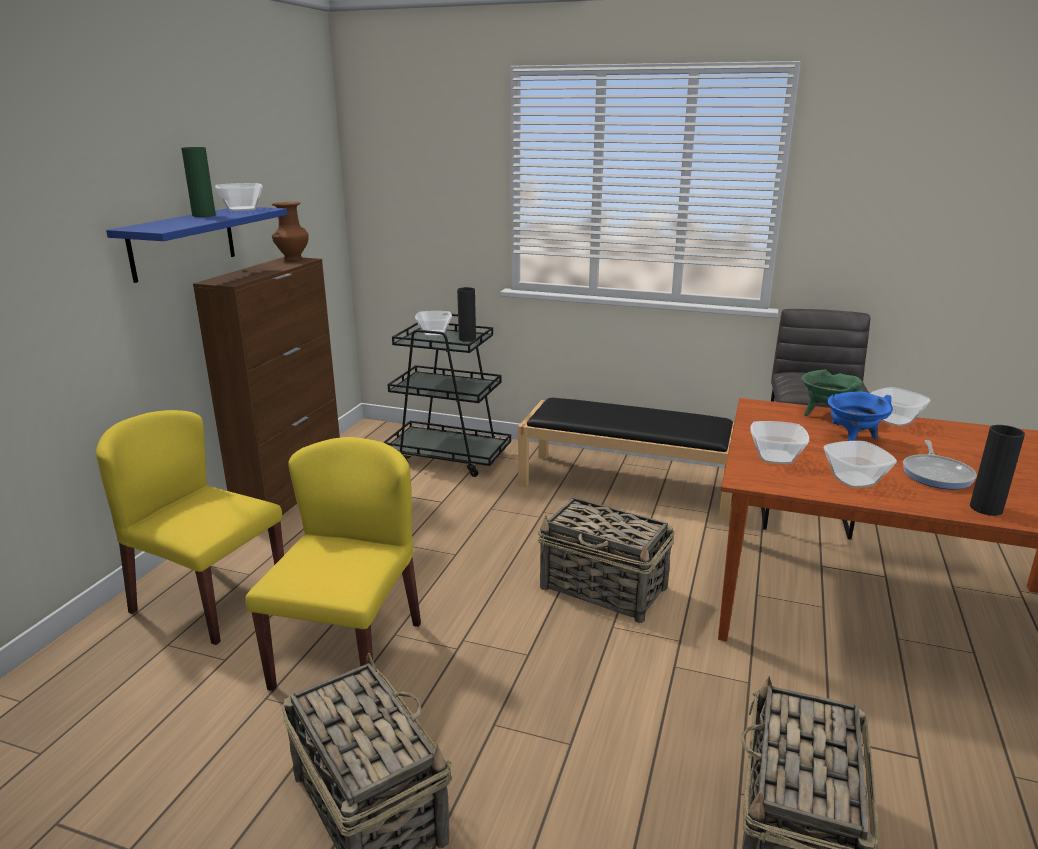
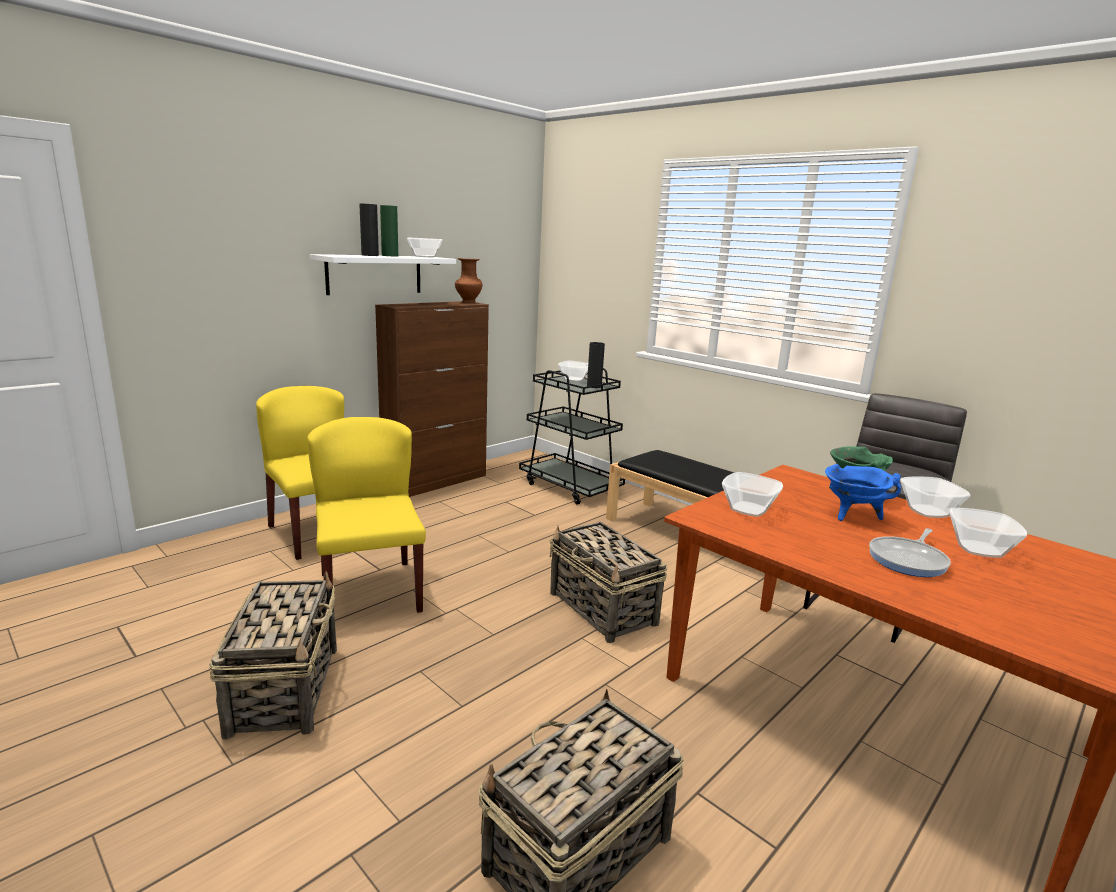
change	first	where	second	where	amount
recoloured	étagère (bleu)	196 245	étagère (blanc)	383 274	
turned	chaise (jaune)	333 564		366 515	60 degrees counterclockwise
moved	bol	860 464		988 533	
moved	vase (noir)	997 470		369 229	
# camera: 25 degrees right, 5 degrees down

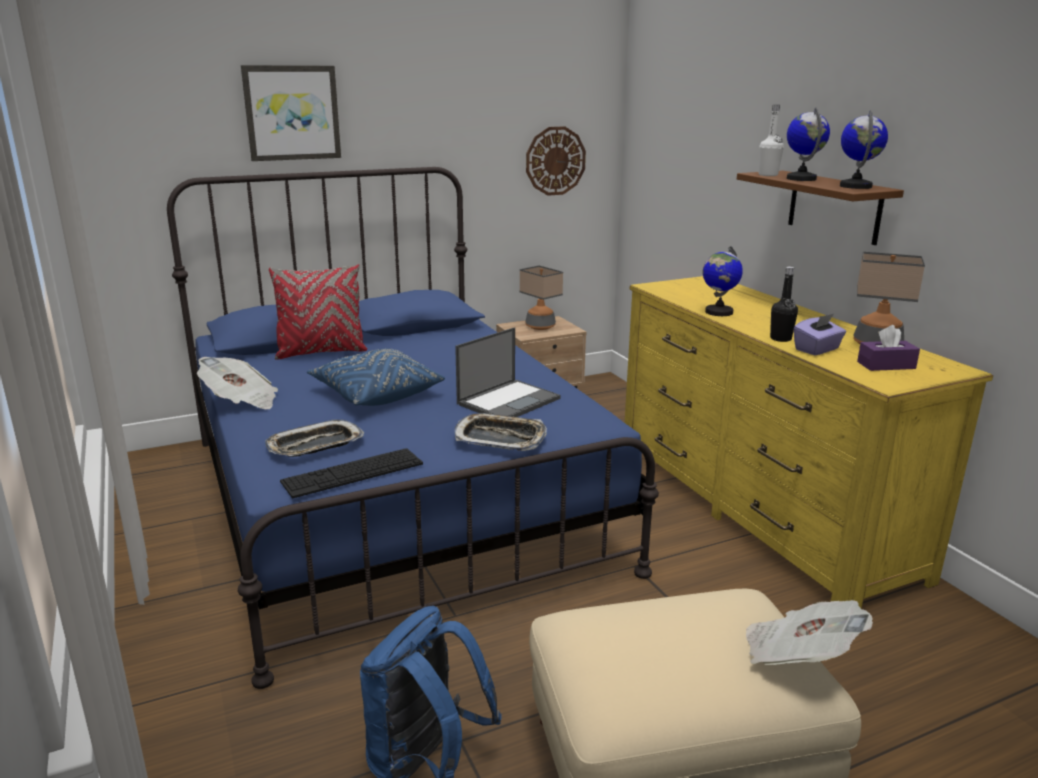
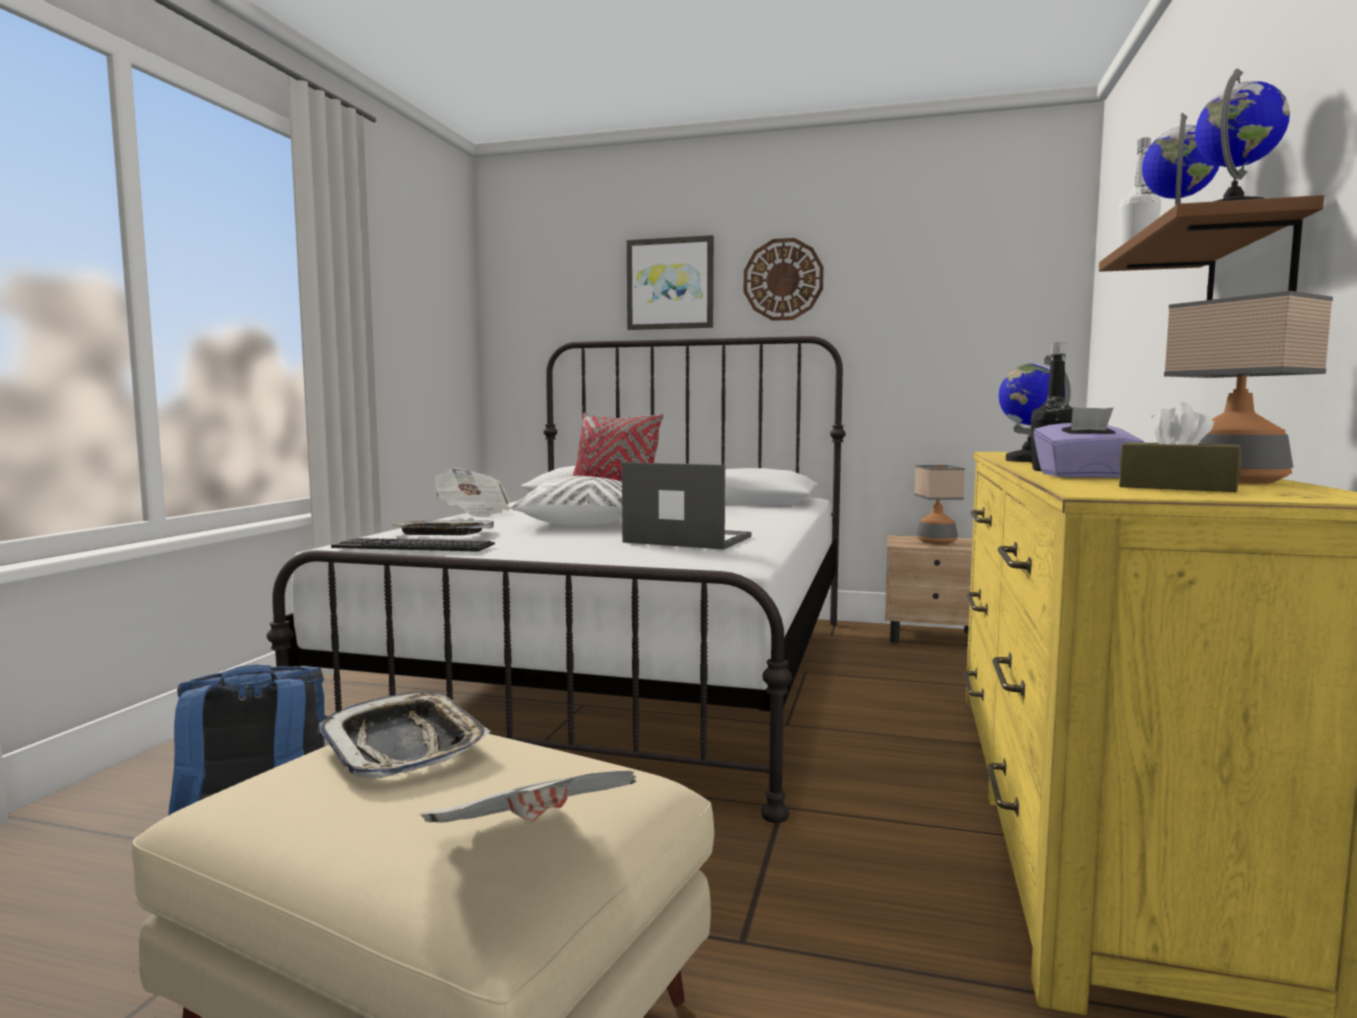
change	first	where	second	where	amount
recoloured	lit (bleu)	413 428	lit (blanc)	556 579	
recoloured	coussin (bleu)	376 377	coussin (blanc)	566 501	
moved	plateau	500 432		405 735	
turned	ordinateur portable	507 372		687 505	150 degrees counterclockwise
moved	horloge murale	556 161		784 279	
recoloured	boîte à mouchoirs (violet)	888 348	boîte à mouchoirs (marron)	1180 447	
# camera: 40 degrees right, 15 degrees down

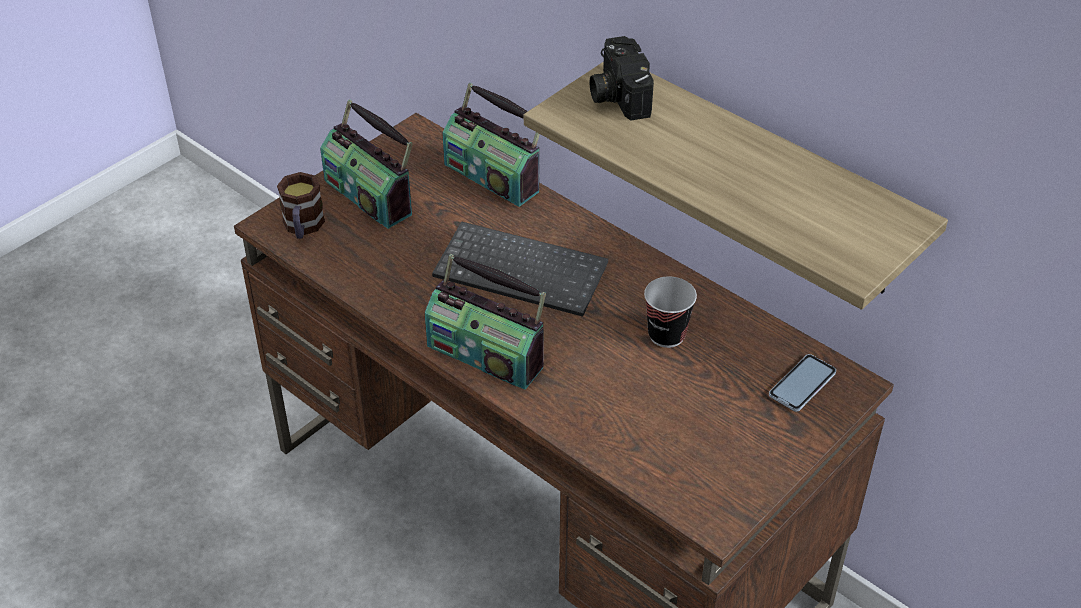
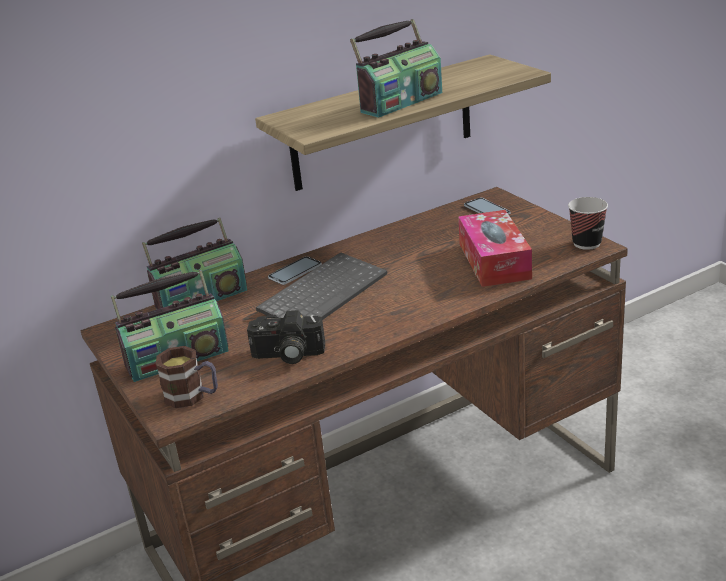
change	first	where	second	where	amount
moved	radio	485 322		396 68	
moved	appareil photo	622 78		286 337	
moved	tasse	670 312		588 223	
added			téléphone	295 270	
added			boîte à mouchoirs	495 248	
# camera: 70 degrees left, 15 degrees down

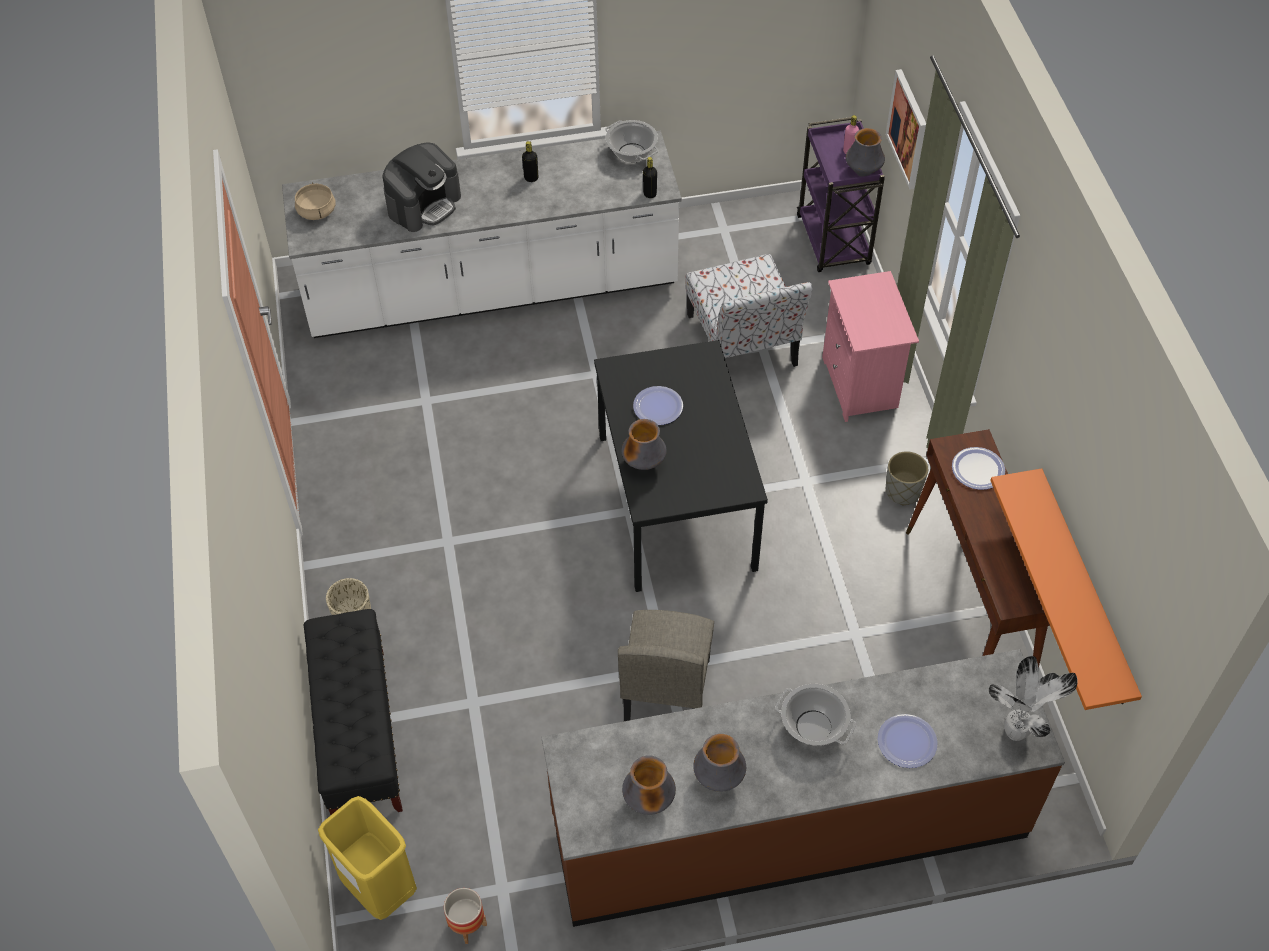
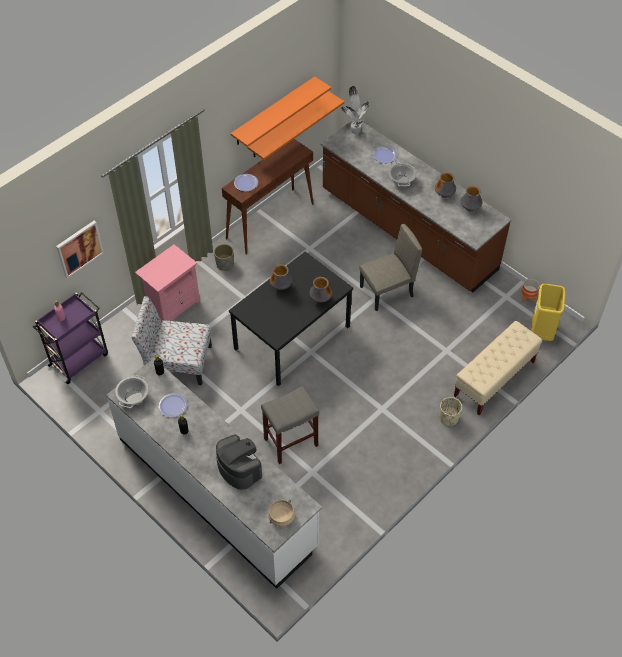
change	first	where	second	where	amount
recoloured	banc (noir)	353 712	banc (beige)	498 368	
turned	machine à café	421 187		239 462	45 degrees clockwise
moved	assiette	658 405		173 405	
turned	chaise	749 310		171 340	120 degrees counterclockwise
moved	vase	865 152		281 277	
added			étagère (orange)	281 111	
added			tabouret (gris)	290 425	
# camera: 125 degrees left, 0 degrees up

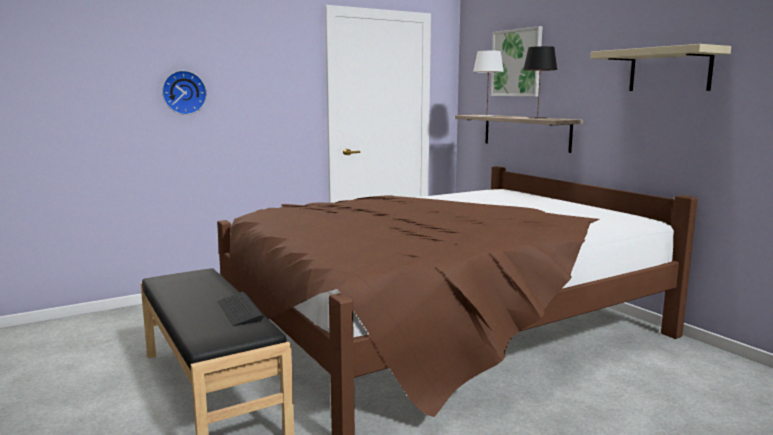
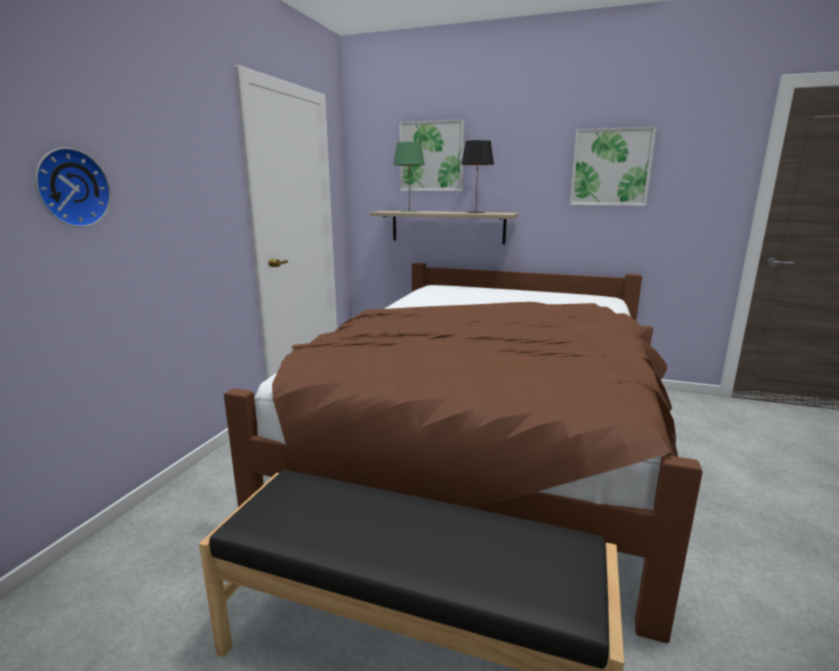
change	first	where	second	where	amount
removed	clavier	240 309			
recoloured	lampe de table (blanc)	488 83	lampe de table (vert)	409 177	
replaced	étagère (beige)	660 67	tableau	613 166	
# camera: 40 degrees left, 5 degrees up

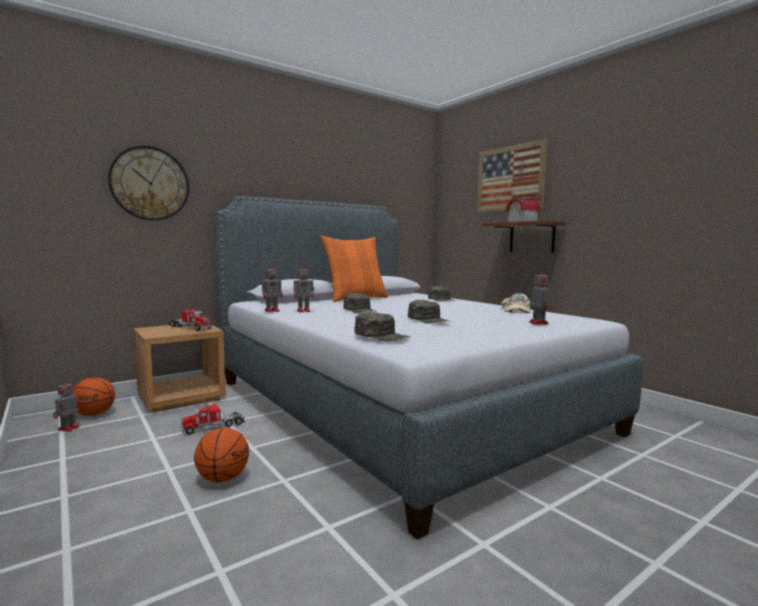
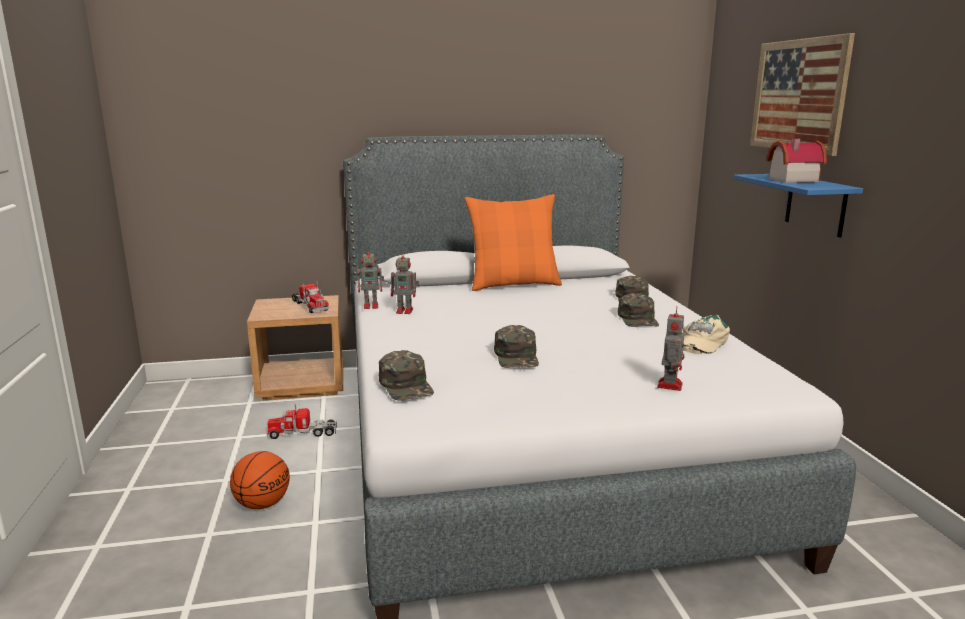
change	first	where	second	where	amount
removed	robot jouet	66 405			
removed	ballon de basket	92 396			
removed	horloge murale	148 183			
moved	casquette (vert)	360 303		638 310	
recoloured	étagère (marron)	524 237	étagère (bleu)	798 205	
# camera: 25 degrees right, 10 degrees up

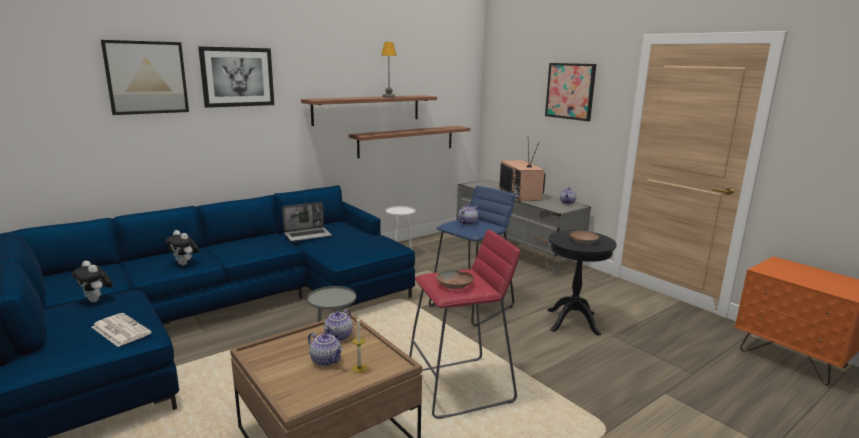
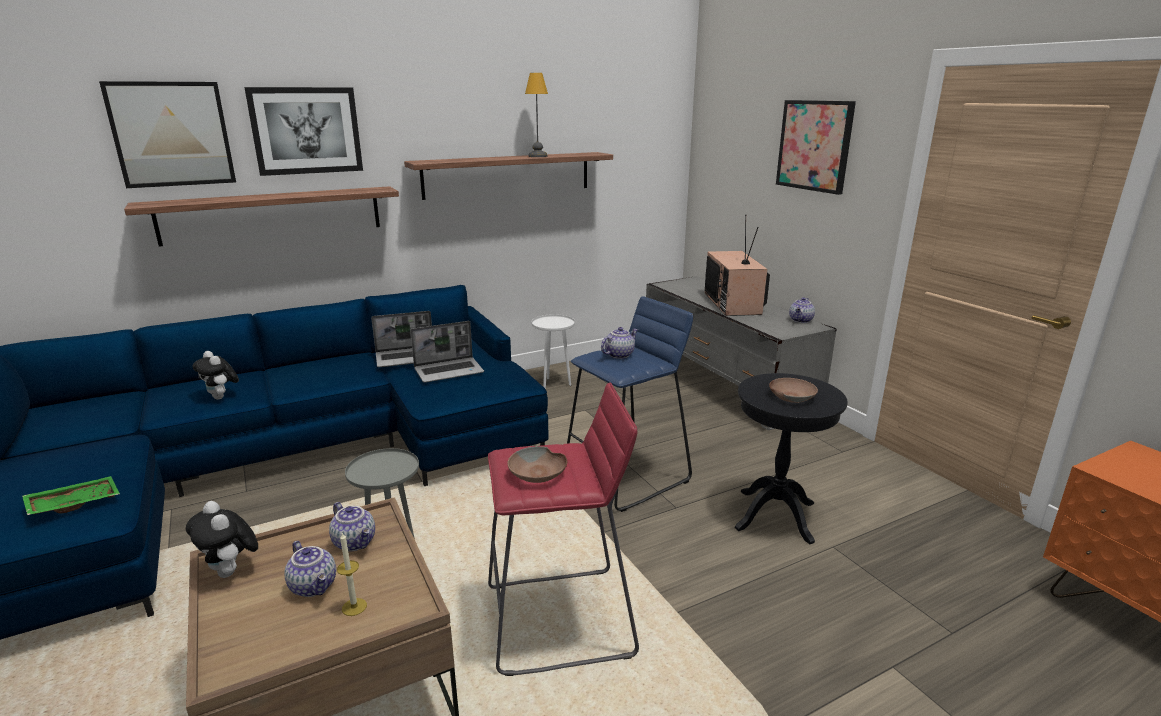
change	first	where	second	where	amount
moved	peluche	92 281		222 539	
replaced	journal	122 330	plateau (vert)	71 495	
turned	théière	338 324		352 526	75 degrees counterclockwise
moved	étagère	409 142		261 216	
added			ordinateur portable	447 352	
# camera: 10 degrees right, 5 degrees up

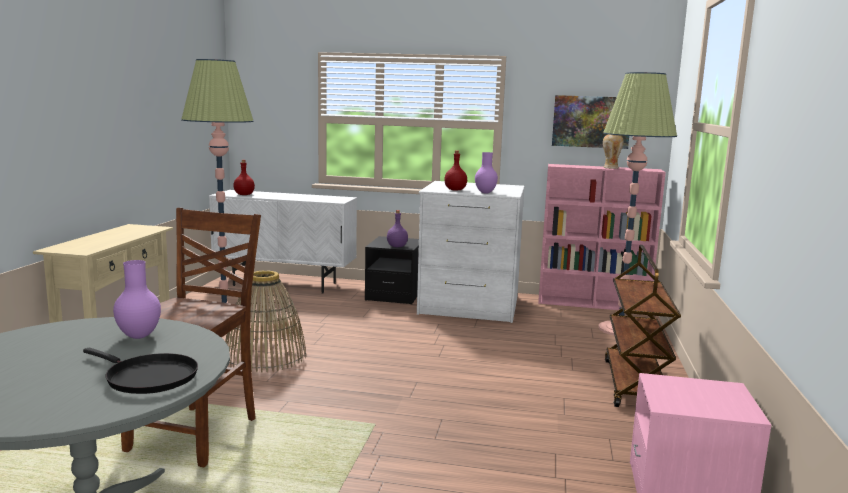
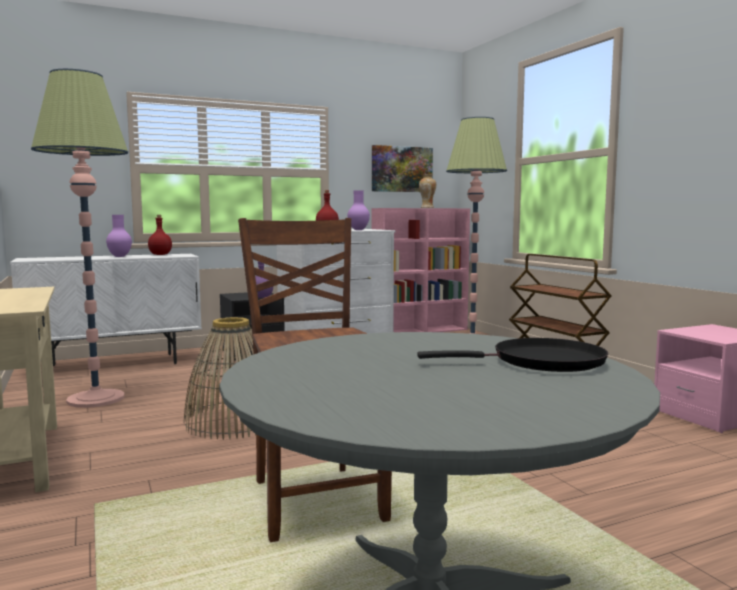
change	first	where	second	where	amount
moved	vase (violet)	137 299		119 236	
moved	bouteille (rouge)	244 177		160 235	
# camera: 35 degrees left, 5 degrees down

